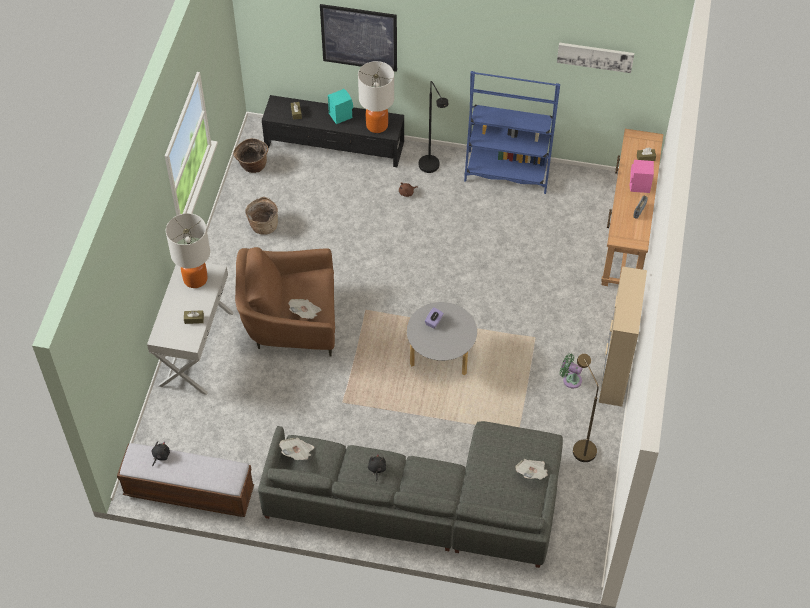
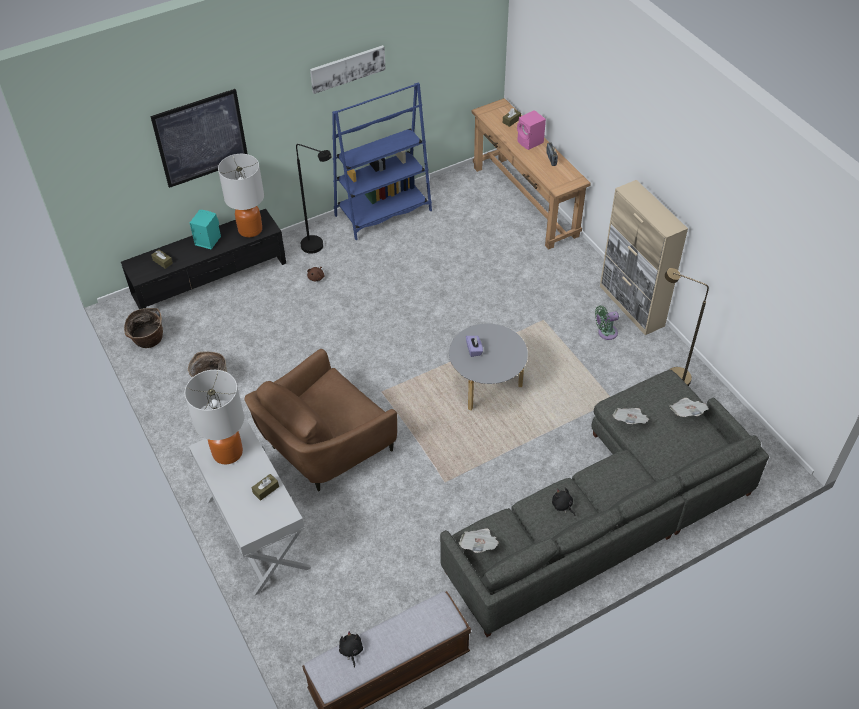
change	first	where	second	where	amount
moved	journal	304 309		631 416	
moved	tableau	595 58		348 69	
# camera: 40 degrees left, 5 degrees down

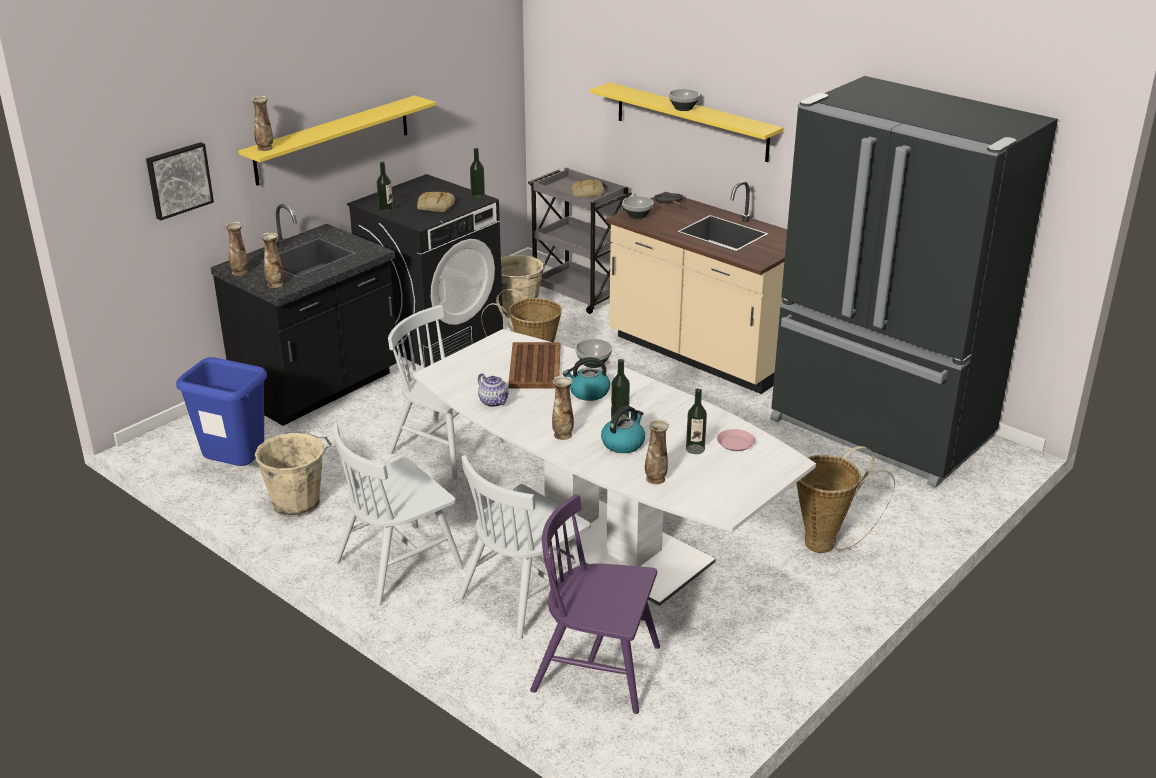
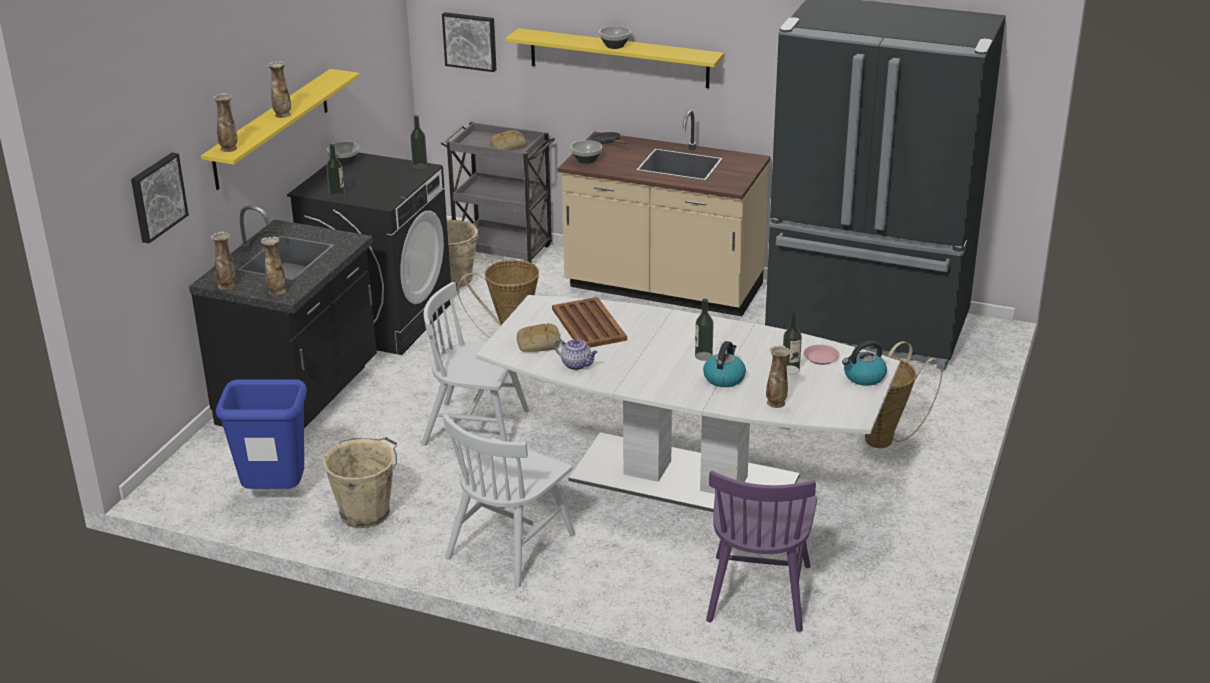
change	first	where	second	where	amount
moved	pain	436 202		538 337	
removed	chaise (blanc)	524 547			
turned	chaise (violet)	595 604		761 551	75 degrees counterclockwise
moved	vase	563 408		279 89	
moved	bouilloire	586 379		864 363	
moved	bol	593 353		343 154	
added			tableau	469 42	
# camera: 20 degrees left, 0 degrees up

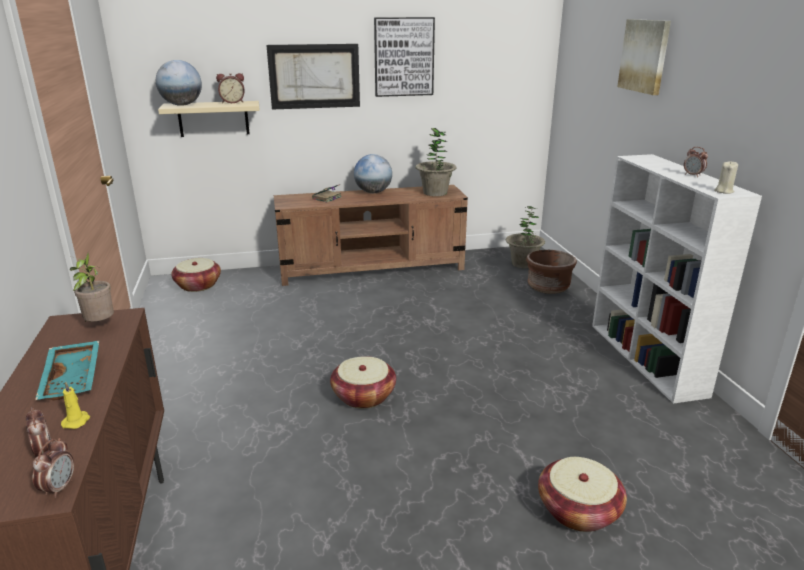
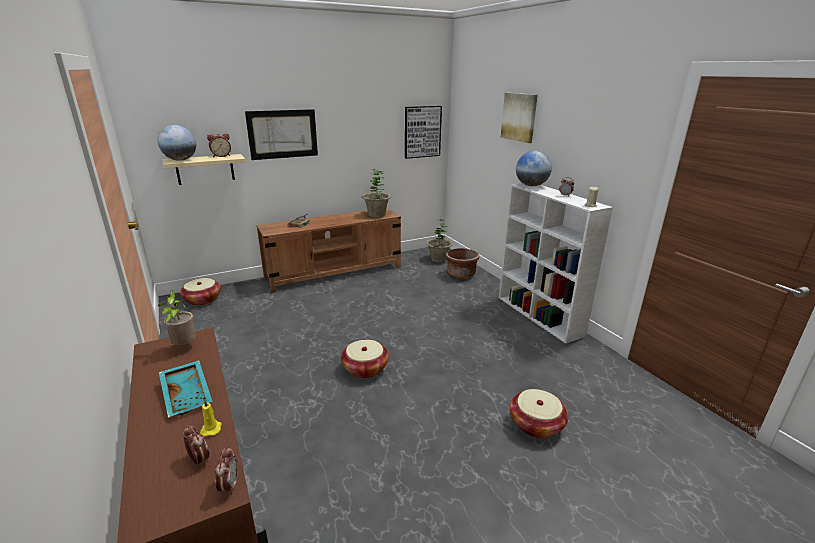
change	first	where	second	where	amount
moved	globe	373 173		534 168	
moved	tableau	404 57		423 132	
# camera: 15 degrees left, 0 degrees up

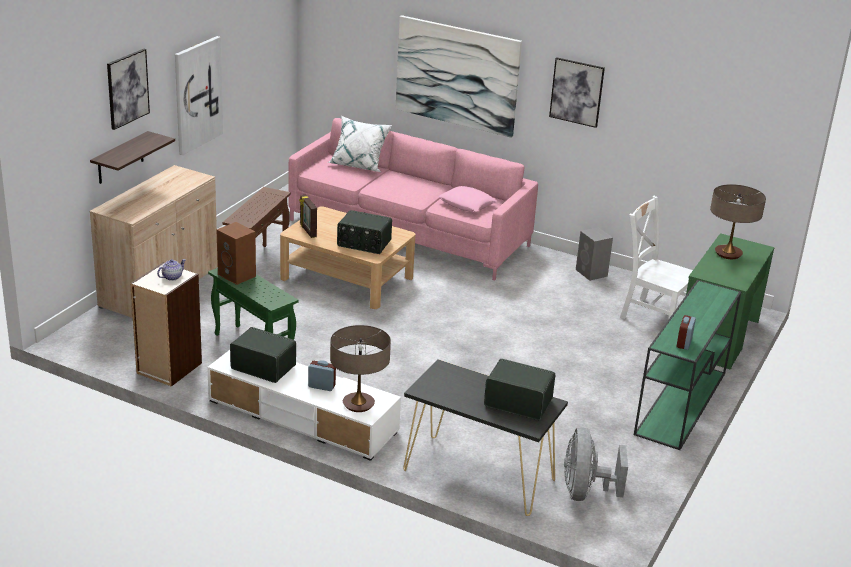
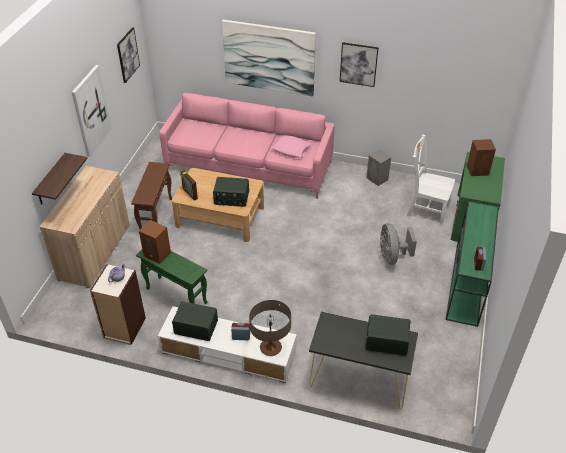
change	first	where	second	where	amount
moved	tableau	128 89		128 55	
removed	coussin (blanc)	360 144			
moved	ventilateur (gris)	596 464		398 244	
replaced	lampe de table	738 221	enceinte (marron)	481 157	
# camera: 10 degrees left, 15 degrees up

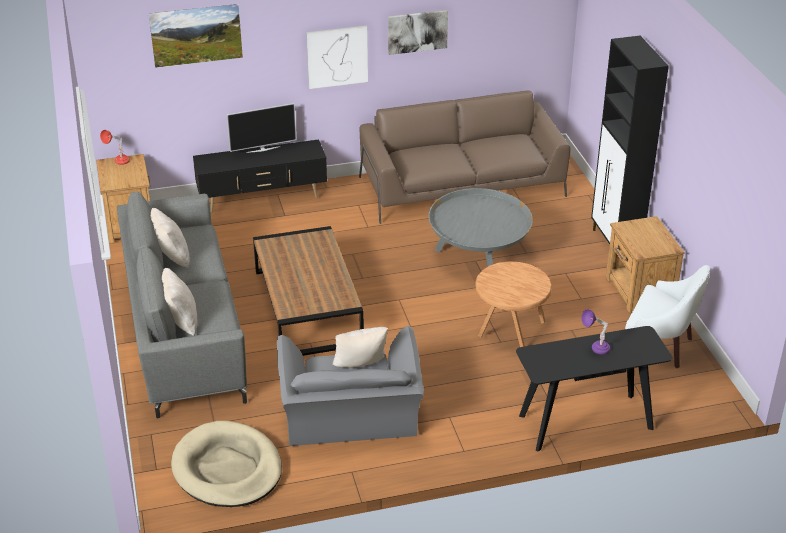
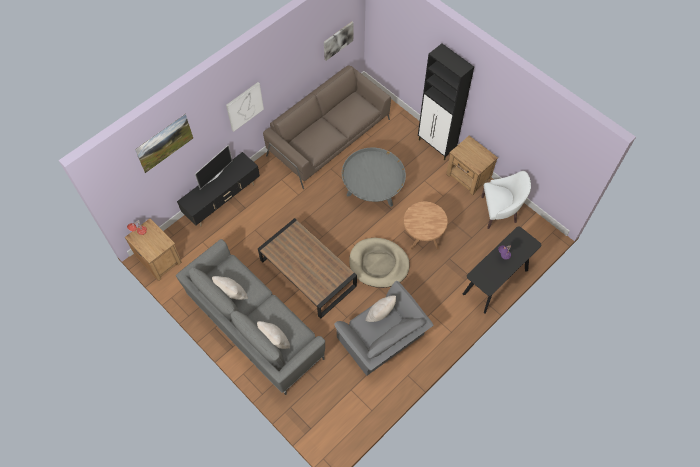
change	first	where	second	where	amount
moved	panier pour chien (beige)	226 464		379 263	
moved	tableau	418 32		338 41	
# camera: 30 degrees left, 25 degrees up

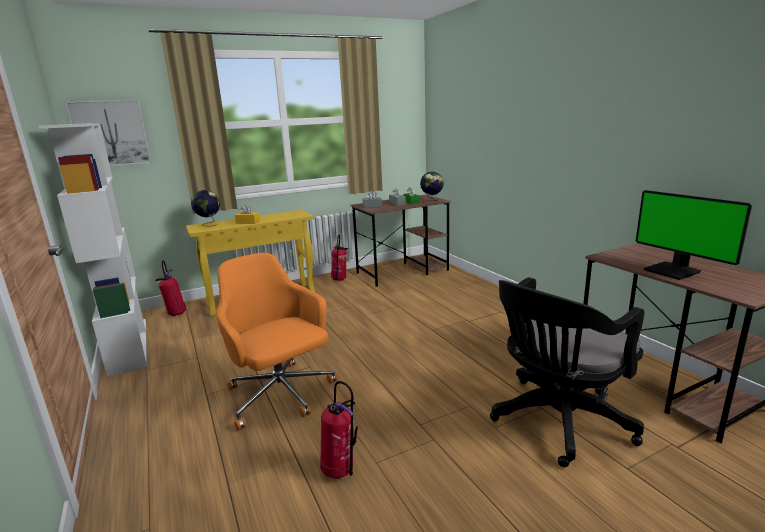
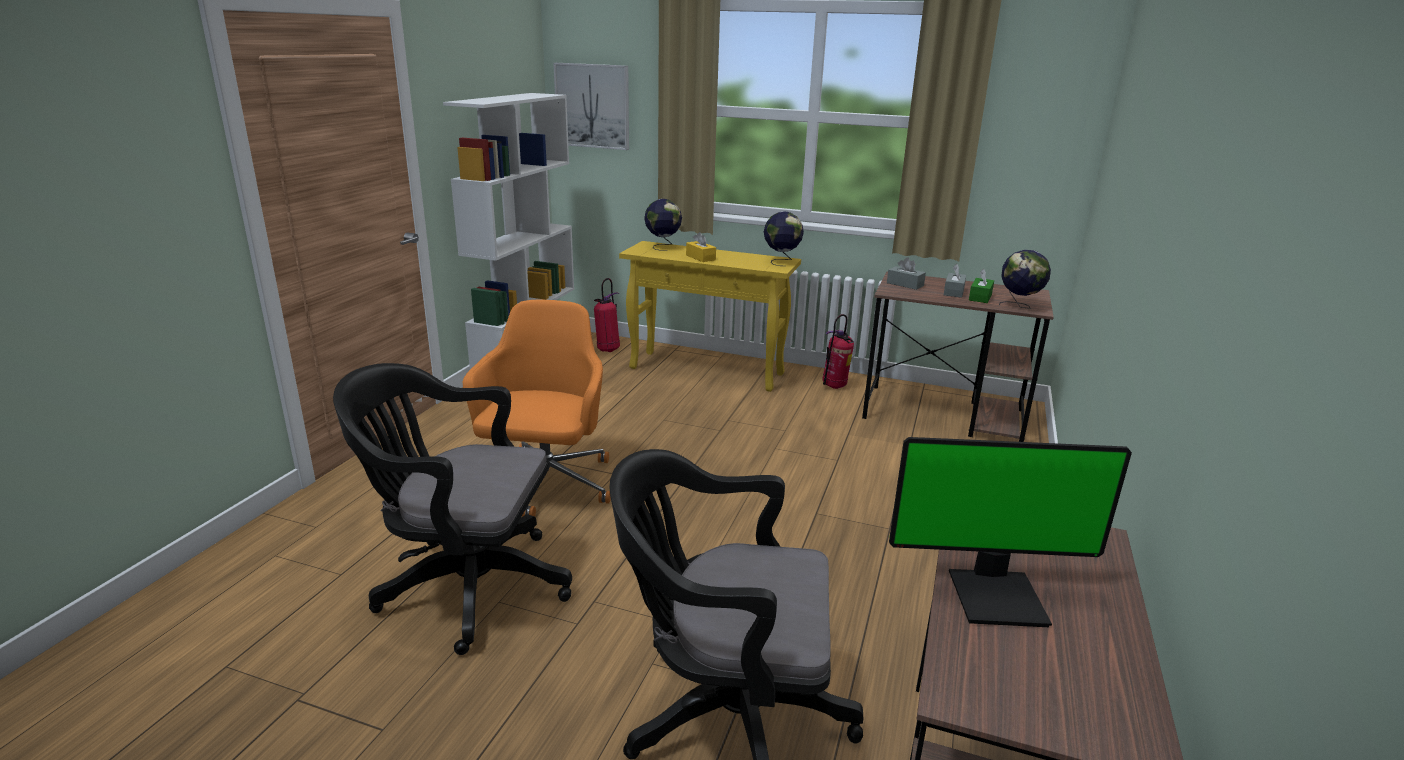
change	first	where	second	where	amount
replaced	extincteur	339 430	chaise de bureau (noir)	452 509	
turned	écran d'ordinateur	694 235		1010 532	105 degrees counterclockwise
added			globe	784 239	
# camera: 45 degrees right, 5 degrees up

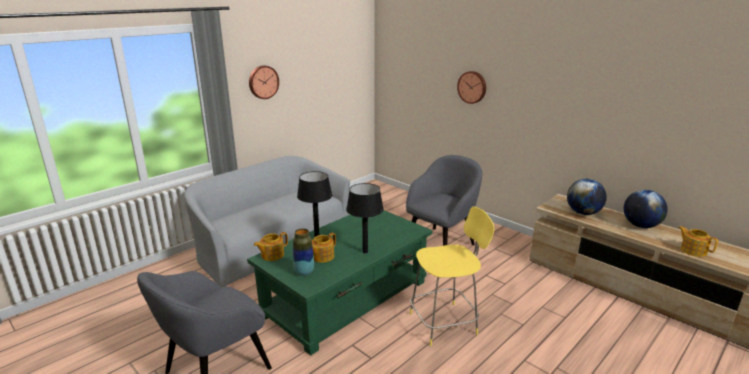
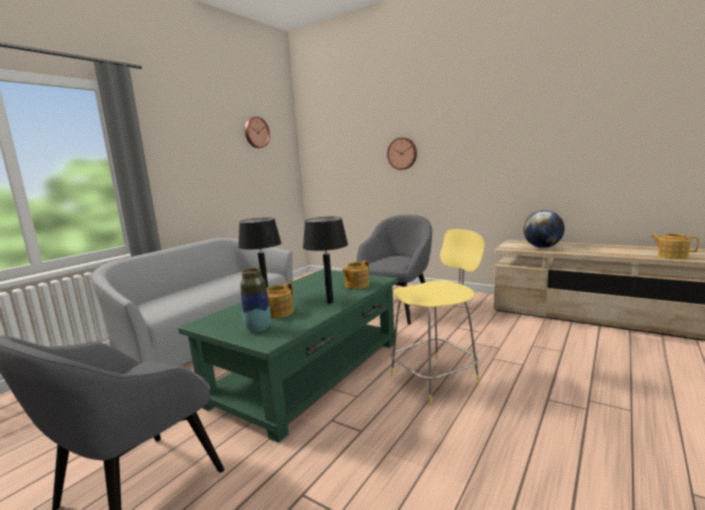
change	first	where	second	where	amount
moved	horloge murale	264 82		257 132	
moved	théière	271 246		355 274	
removed	globe	646 209			
# camera: 10 degrees left, 10 degrees down

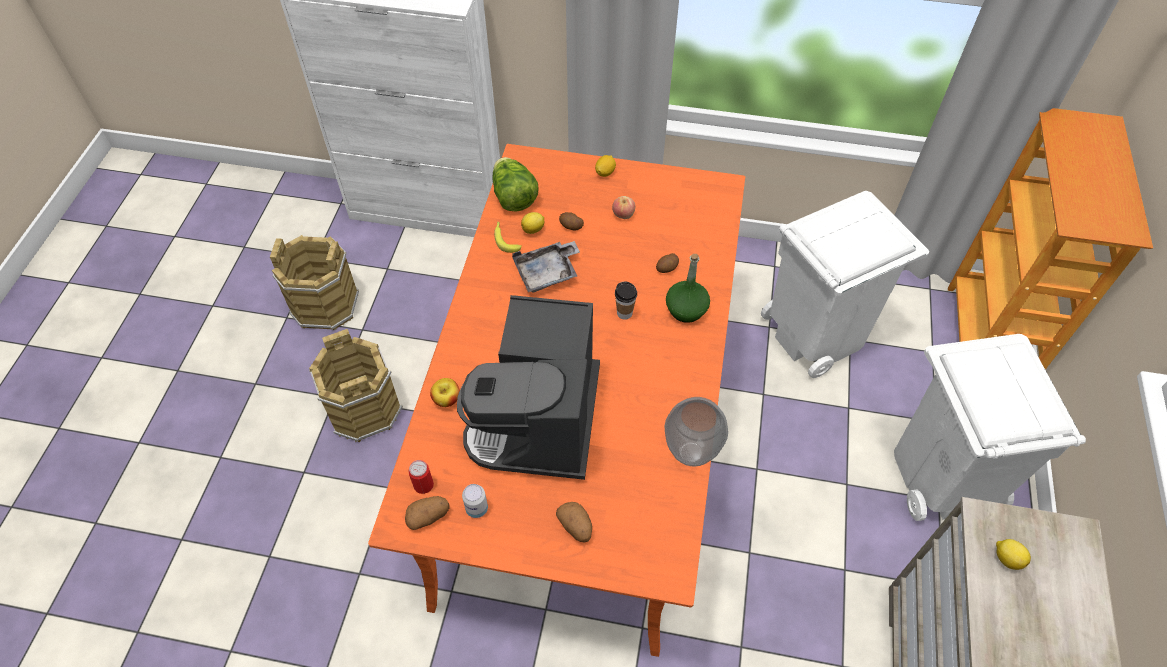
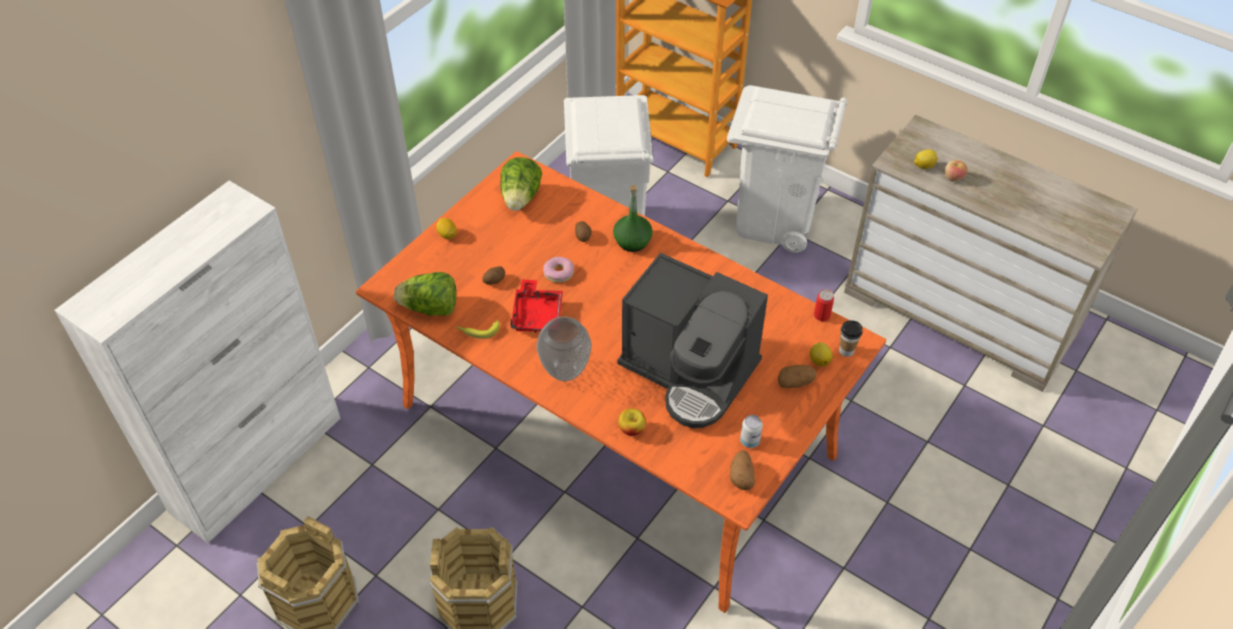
change	first	where	second	where	amount
moved	boîte métallique	421 477		824 305	
recoloured	plateau (gris)	546 267	plateau (rouge)	536 306	
moved	citron	532 223		821 354	
moved	pomme	623 207		955 171	
moved	tasse	626 300		851 338	
moved	vase	696 431		564 348	
added			laitue	521 184	
added			beignet	558 270	
# camera: 65 degrees left, 5 degrees down

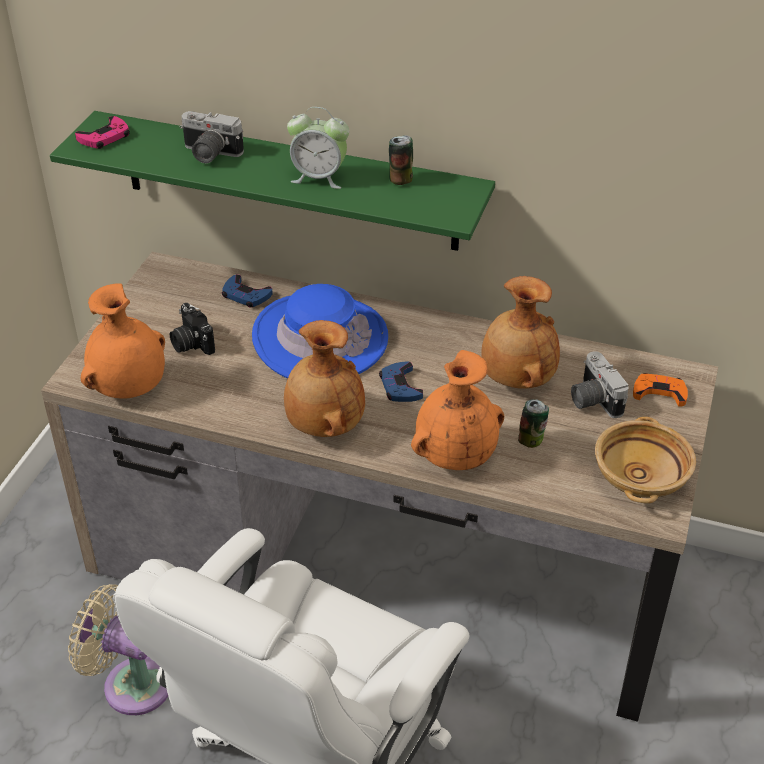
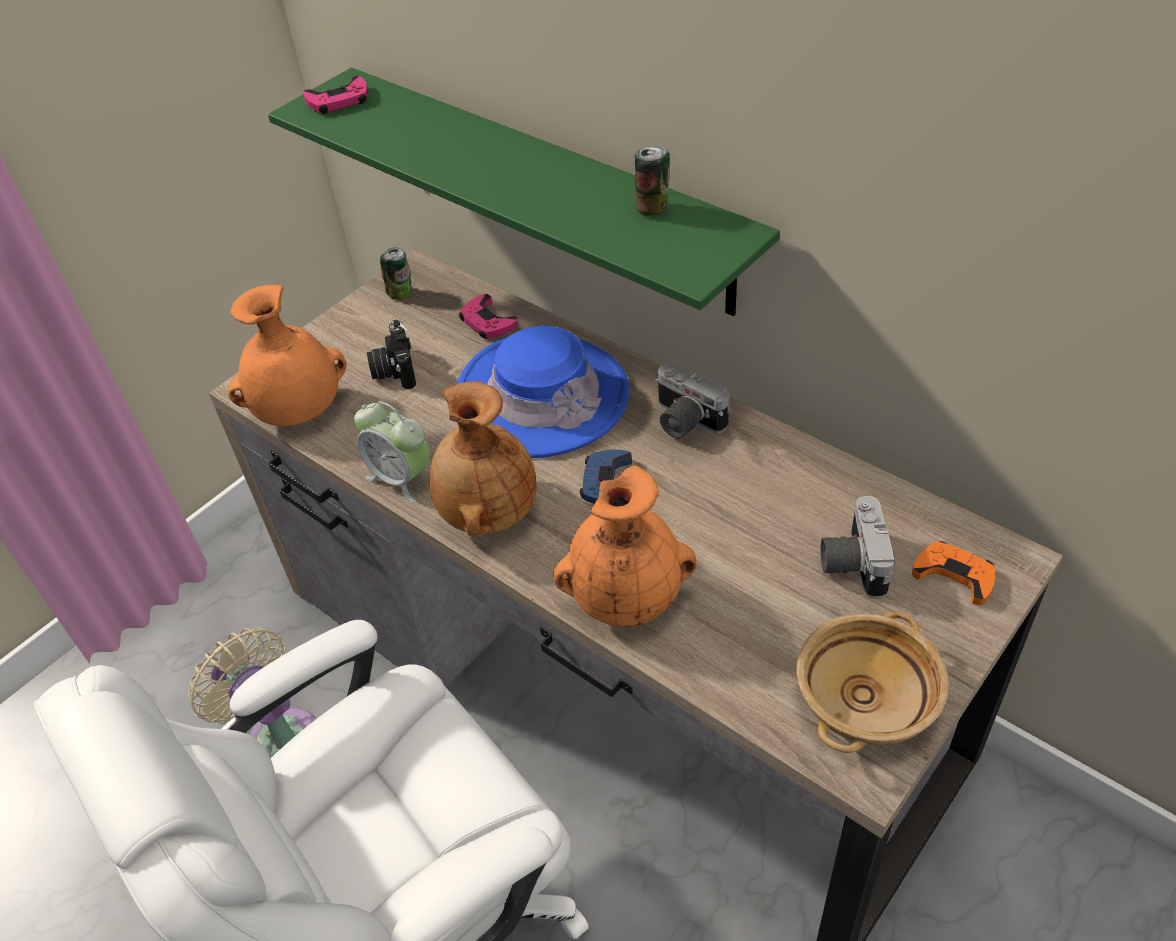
change	first	where	second	where	amount
moved	appareil photo	212 137		692 401	
recoloured	manette (bleu)	247 290	manette (rose)	488 316	
moved	réveil	318 148		392 452	
removed	vase (marron)	520 332			
moved	boîte métallique	533 423		396 273	
# camera: 25 degrees right, 5 degrees up

